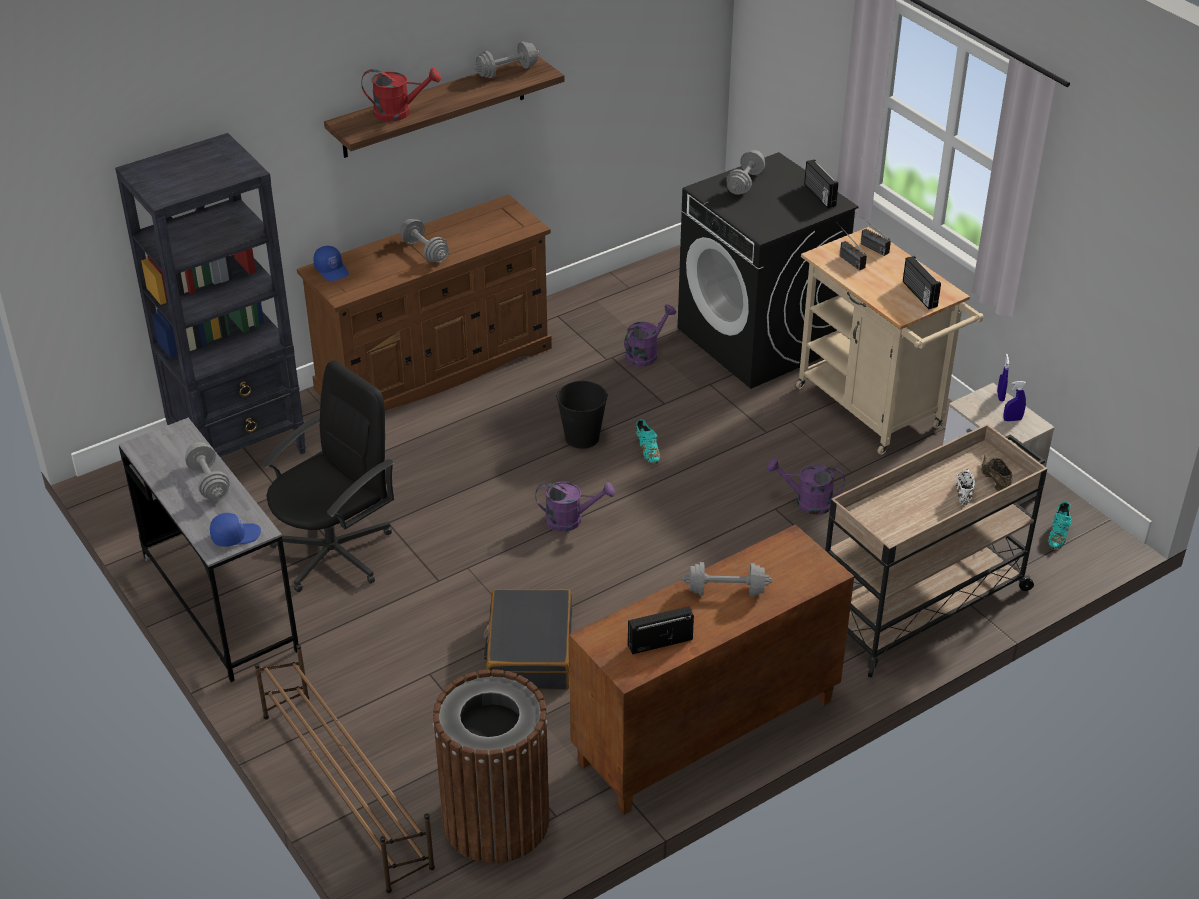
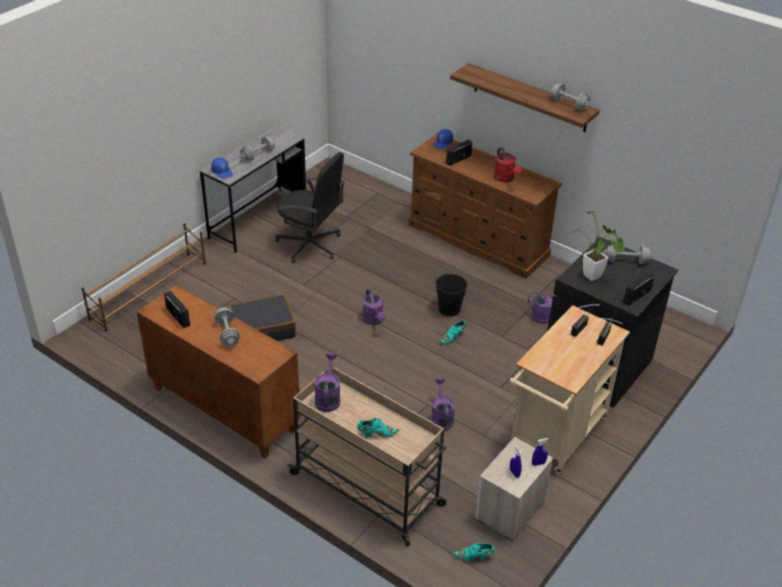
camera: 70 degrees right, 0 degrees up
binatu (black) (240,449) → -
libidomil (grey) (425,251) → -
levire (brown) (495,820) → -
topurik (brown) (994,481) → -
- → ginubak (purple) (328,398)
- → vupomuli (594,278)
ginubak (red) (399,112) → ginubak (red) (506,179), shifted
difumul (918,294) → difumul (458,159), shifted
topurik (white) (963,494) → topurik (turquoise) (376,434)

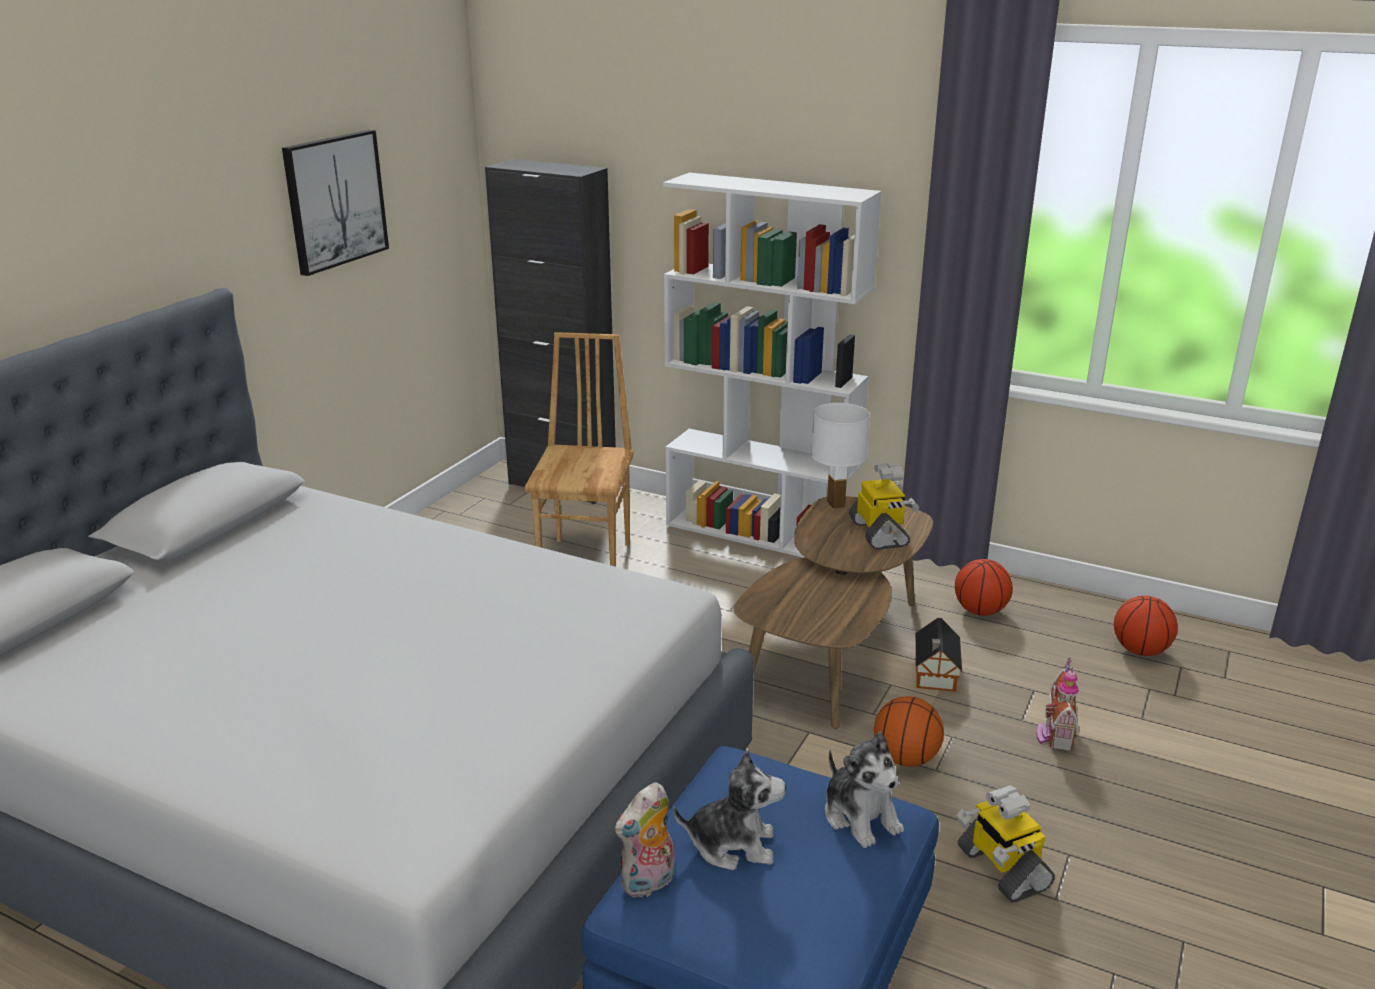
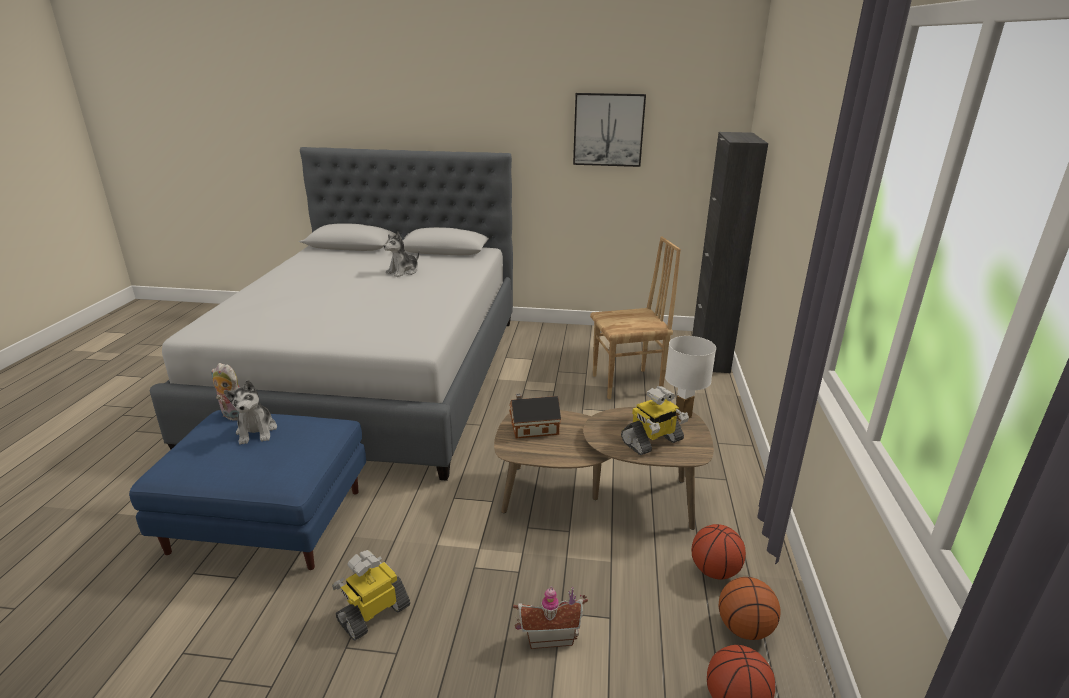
camera: 70 degrees right, 0 degrees up
binatu (white) (761,533) → -
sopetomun (860,816) → sopetomun (403,271), shifted
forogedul (905,759) → forogedul (744,628), shifted
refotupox (935,674) → refotupox (532,428), shifted

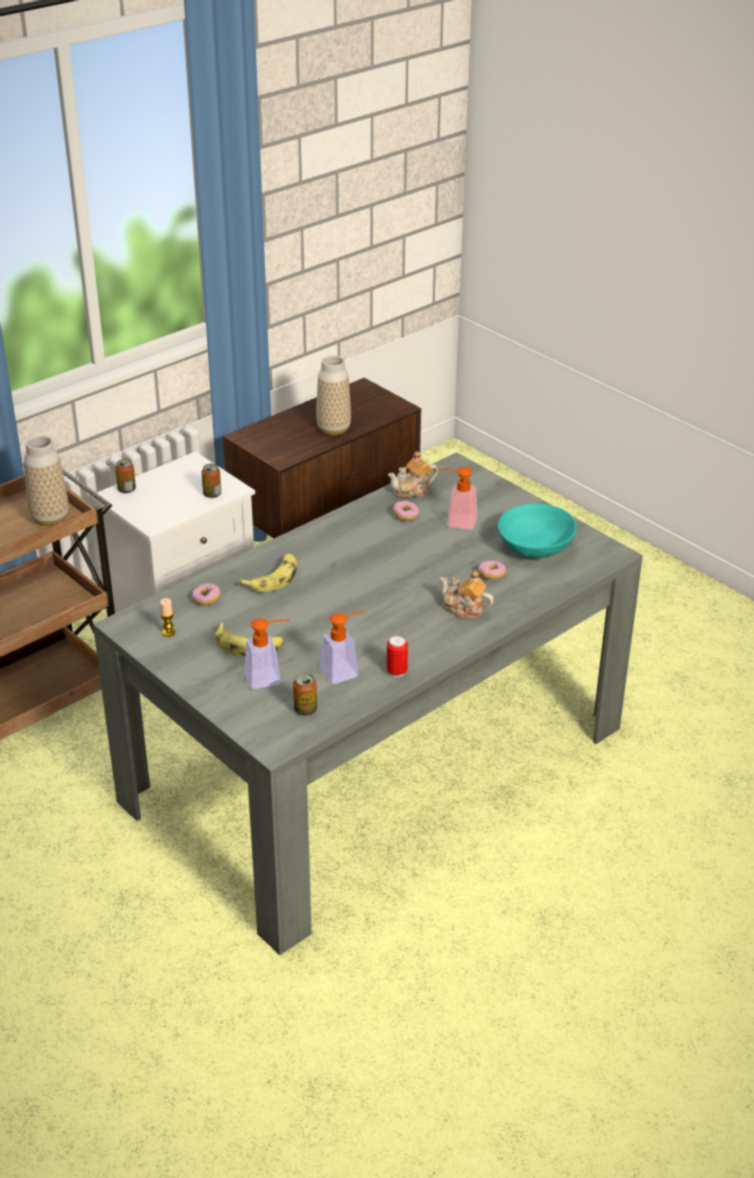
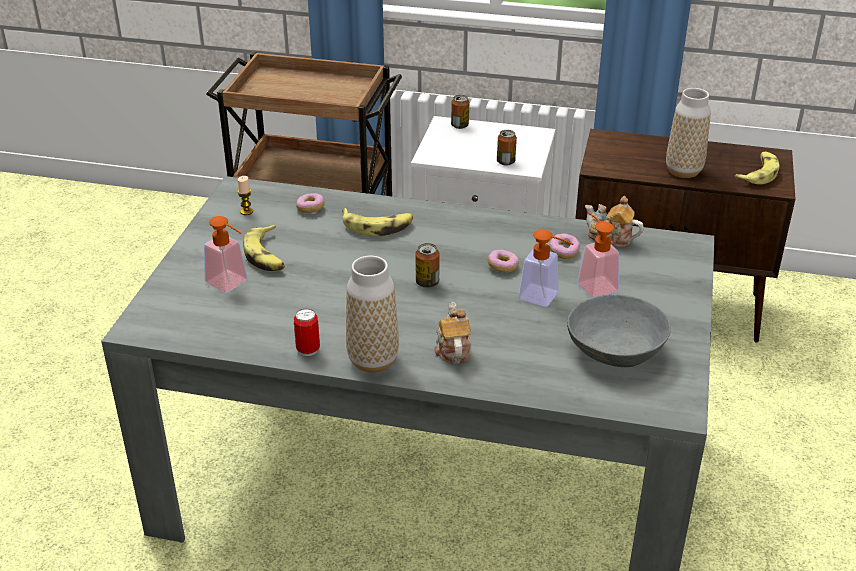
camera: 55 degrees right, 0 degrees up
- → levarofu (758,173)
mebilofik (50,518) → mebilofik (373,360), shifted
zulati (305,710) → zulati (427,282), shifted
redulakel (345,671) → redulakel (545,298), shifted
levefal (491,575) → levefal (502,267), shifted
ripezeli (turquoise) (535,547) → ripezeli (grey) (616,351)

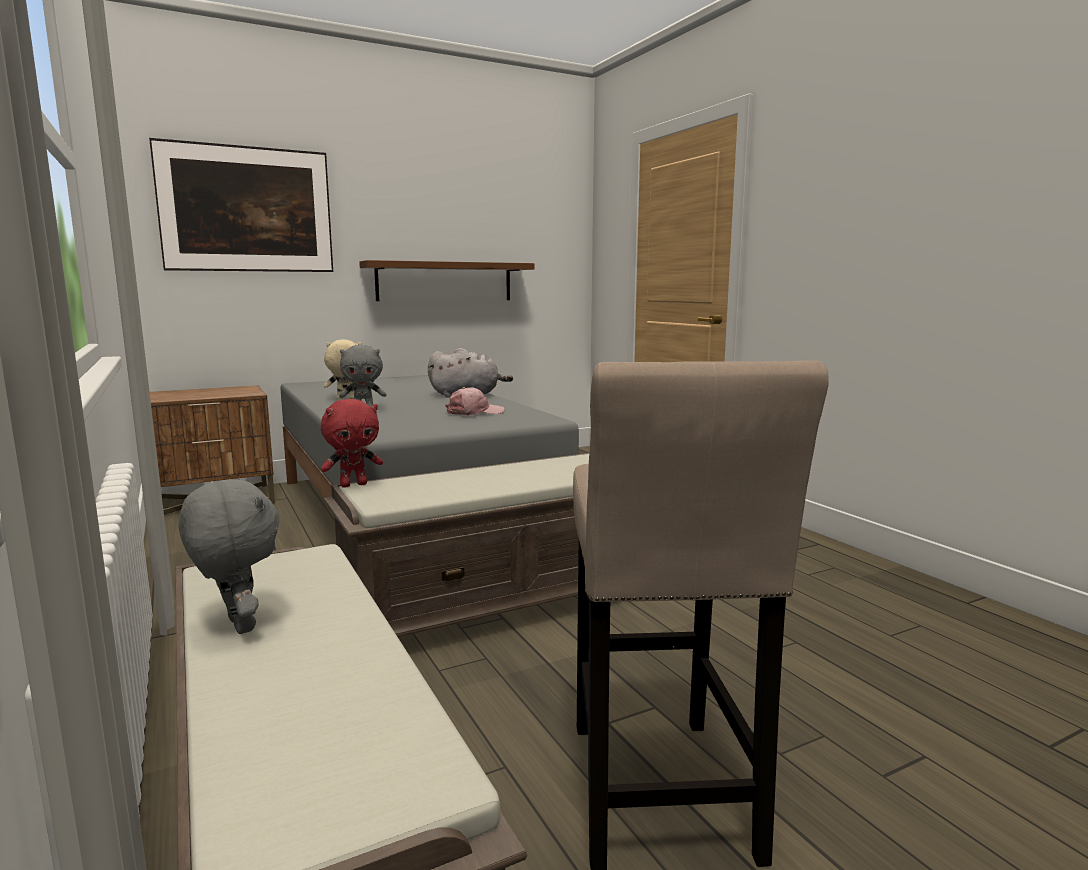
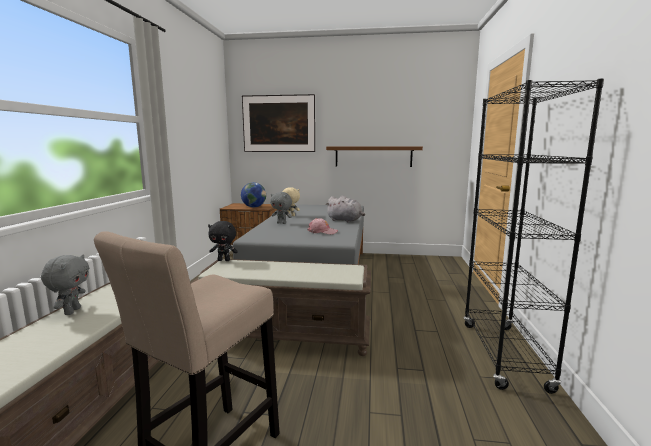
camera: 35 degrees right, 0 degrees up
- → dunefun (254,207)
- → binatu (black) (503,355)
sopetomun (red) (353,485) → sopetomun (black) (224,260)

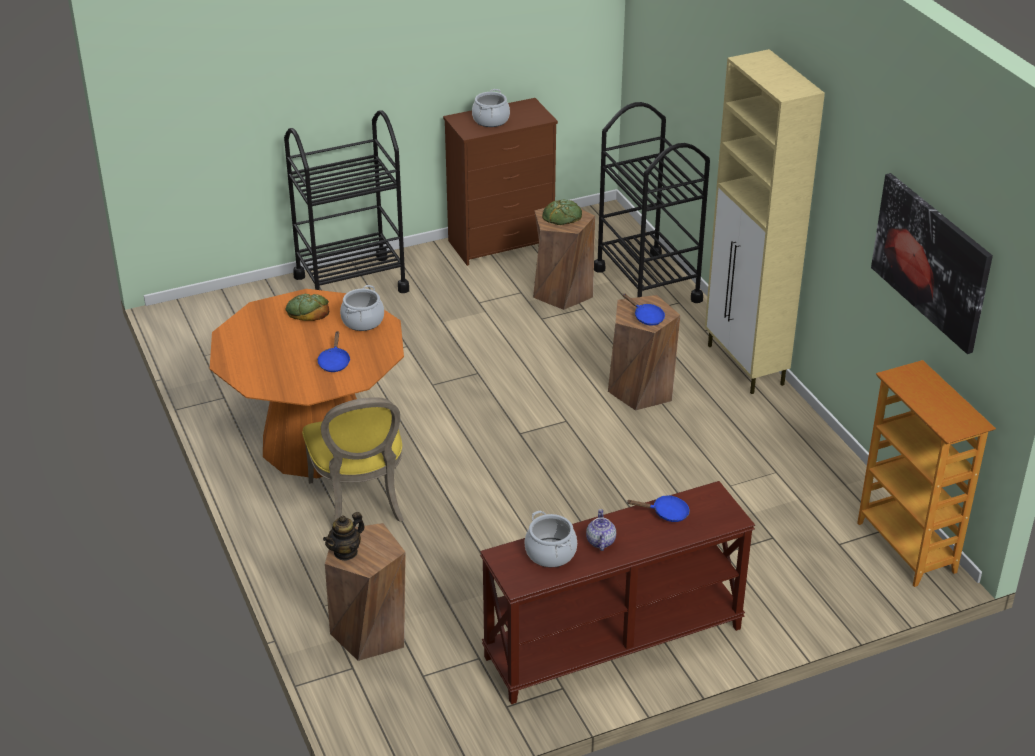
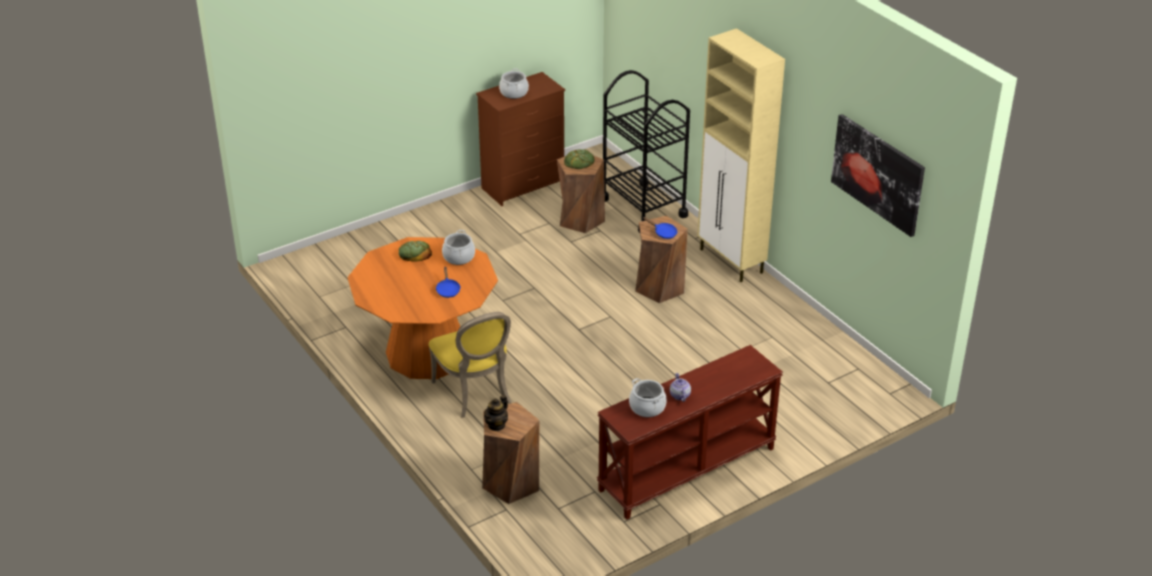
camera: 10 degrees left, 0 degrees up
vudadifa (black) (351,283) → -
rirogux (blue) (666,513) → -
binatu (907,547) → -

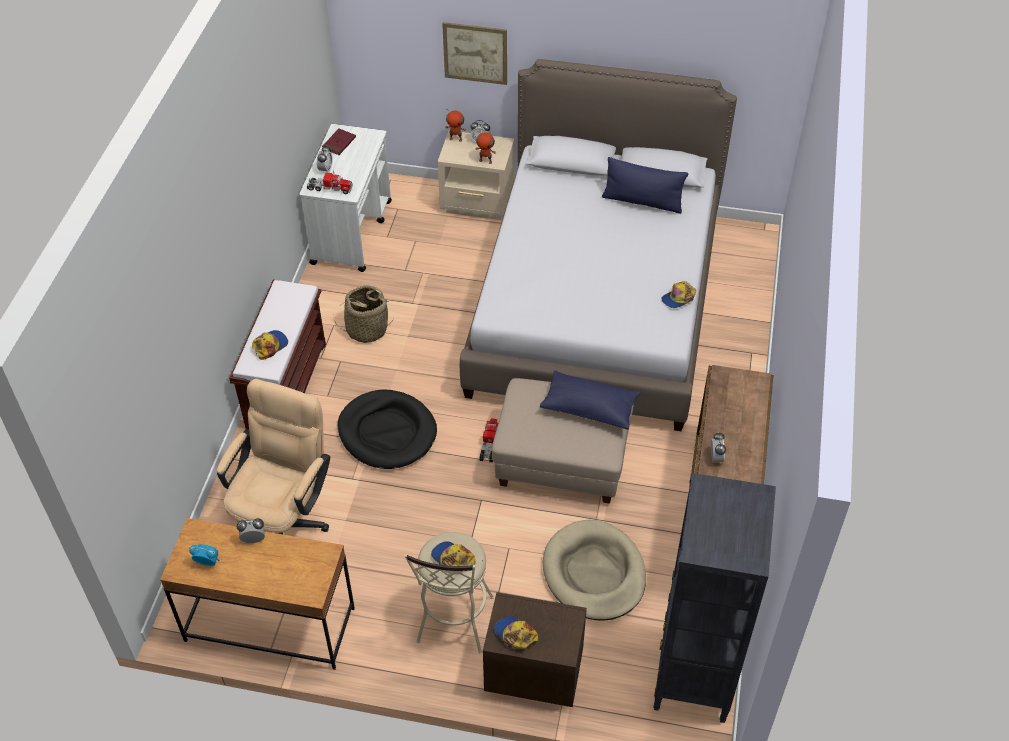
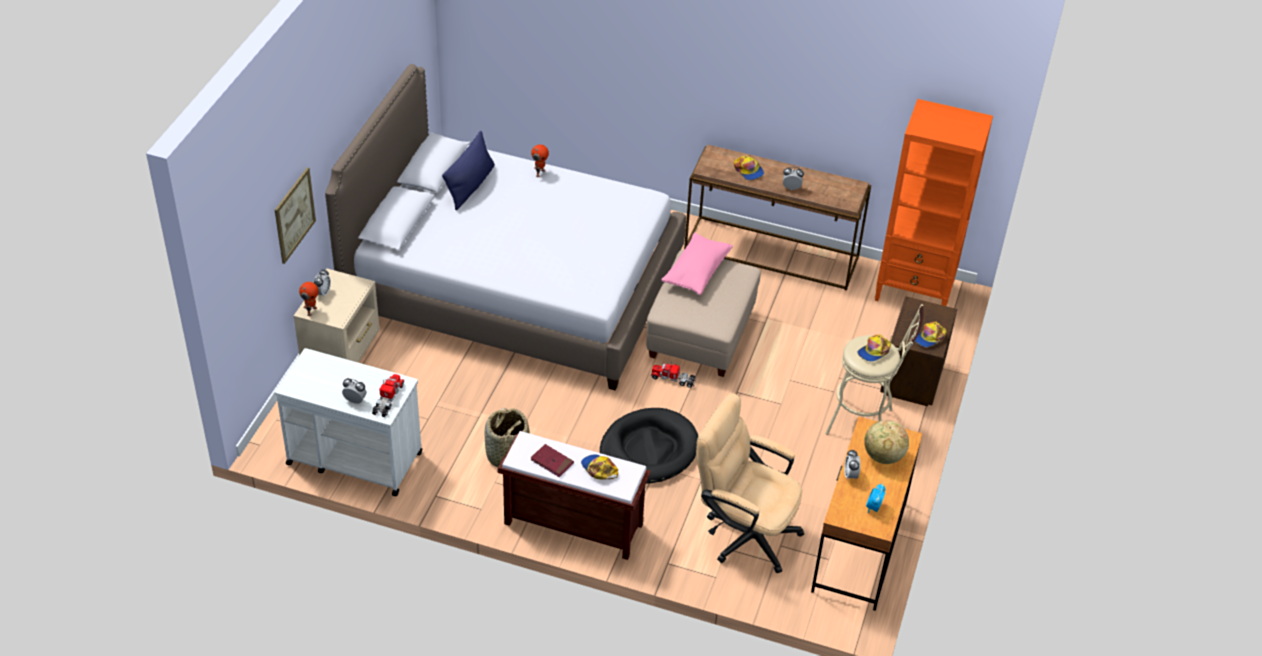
camera: 85 degrees left, 5 degrees down
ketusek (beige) (594,573) → -
- → dunefun (883,456)
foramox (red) (339,143) → foramox (red) (552,462), shifted
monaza (485,161) → monaza (539,173), shifted
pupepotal (678,298) → pupepotal (748,170), shifted
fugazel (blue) (589,408) → fugazel (pink) (696,272)
binatu (black) (693,676) → binatu (orange) (915,292)

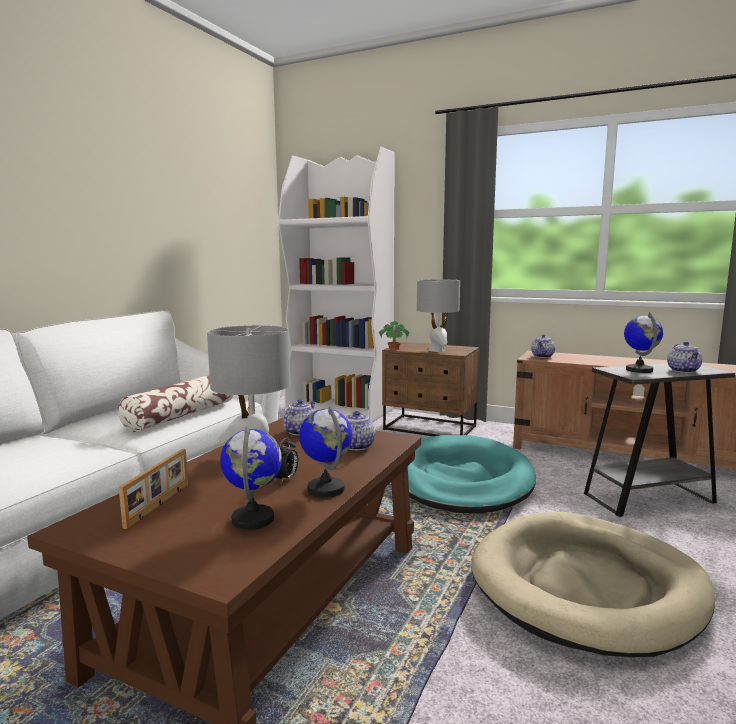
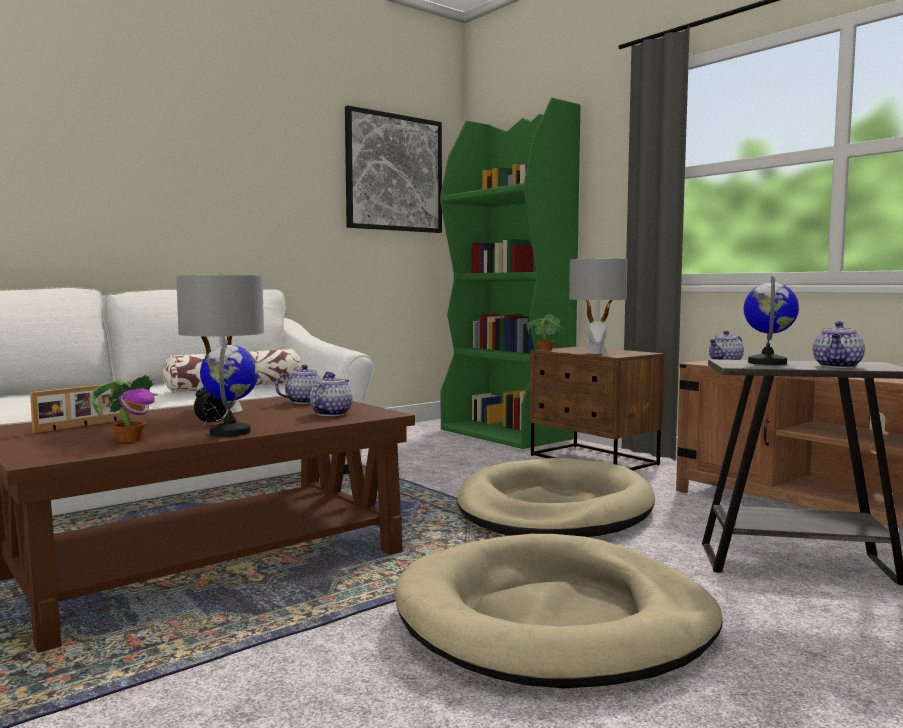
camera: 25 degrees right, 5 degrees down
- → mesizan (394,173)
dunefun (253,519) → vupomuli (130,439)
binatu (white) (340,411) → binatu (green) (506,434)
ketusek (turquoise) (461,480) → ketusek (beige) (554,509)

